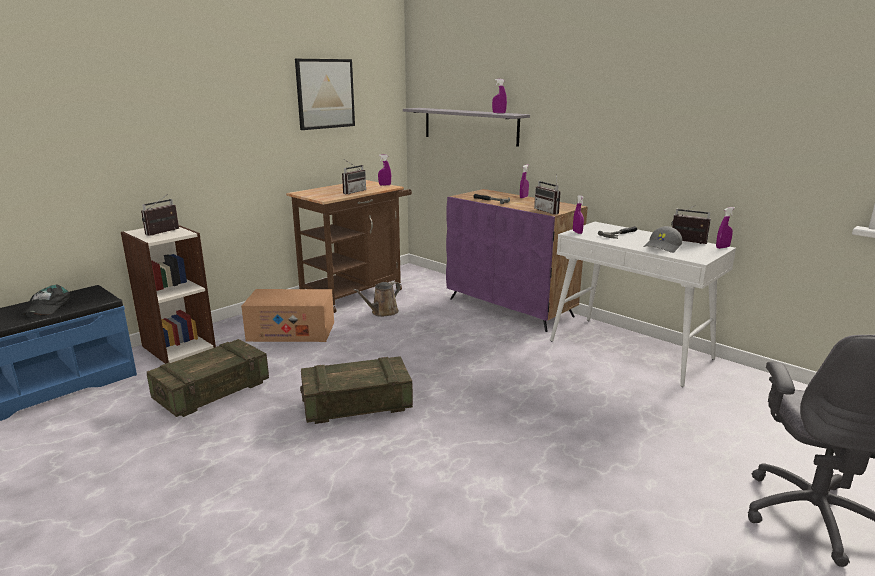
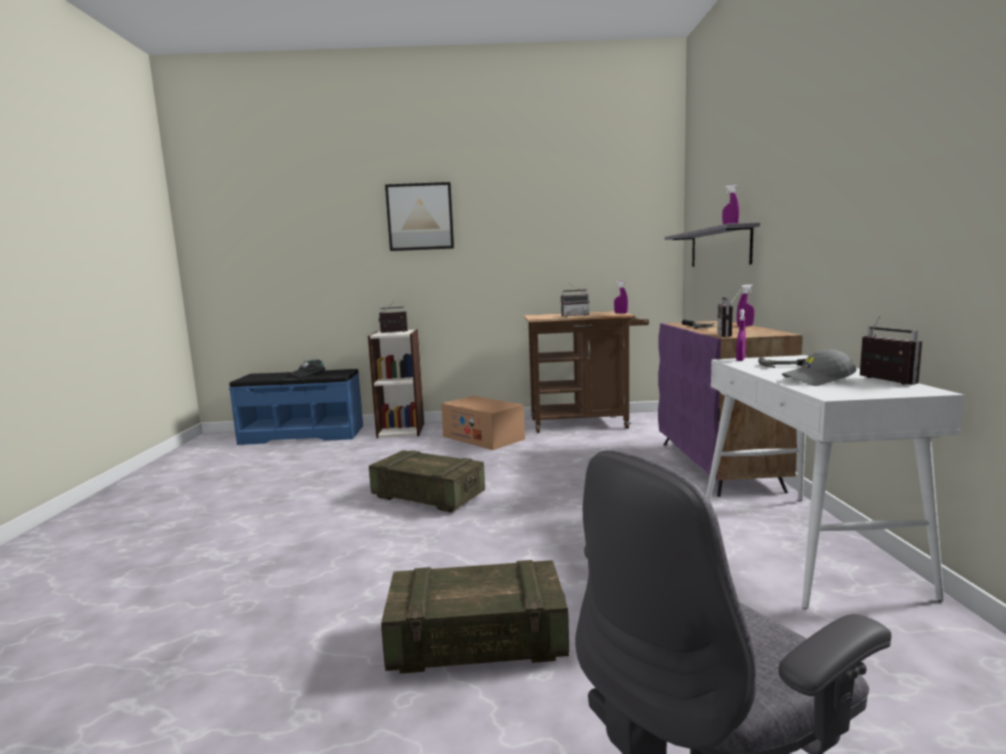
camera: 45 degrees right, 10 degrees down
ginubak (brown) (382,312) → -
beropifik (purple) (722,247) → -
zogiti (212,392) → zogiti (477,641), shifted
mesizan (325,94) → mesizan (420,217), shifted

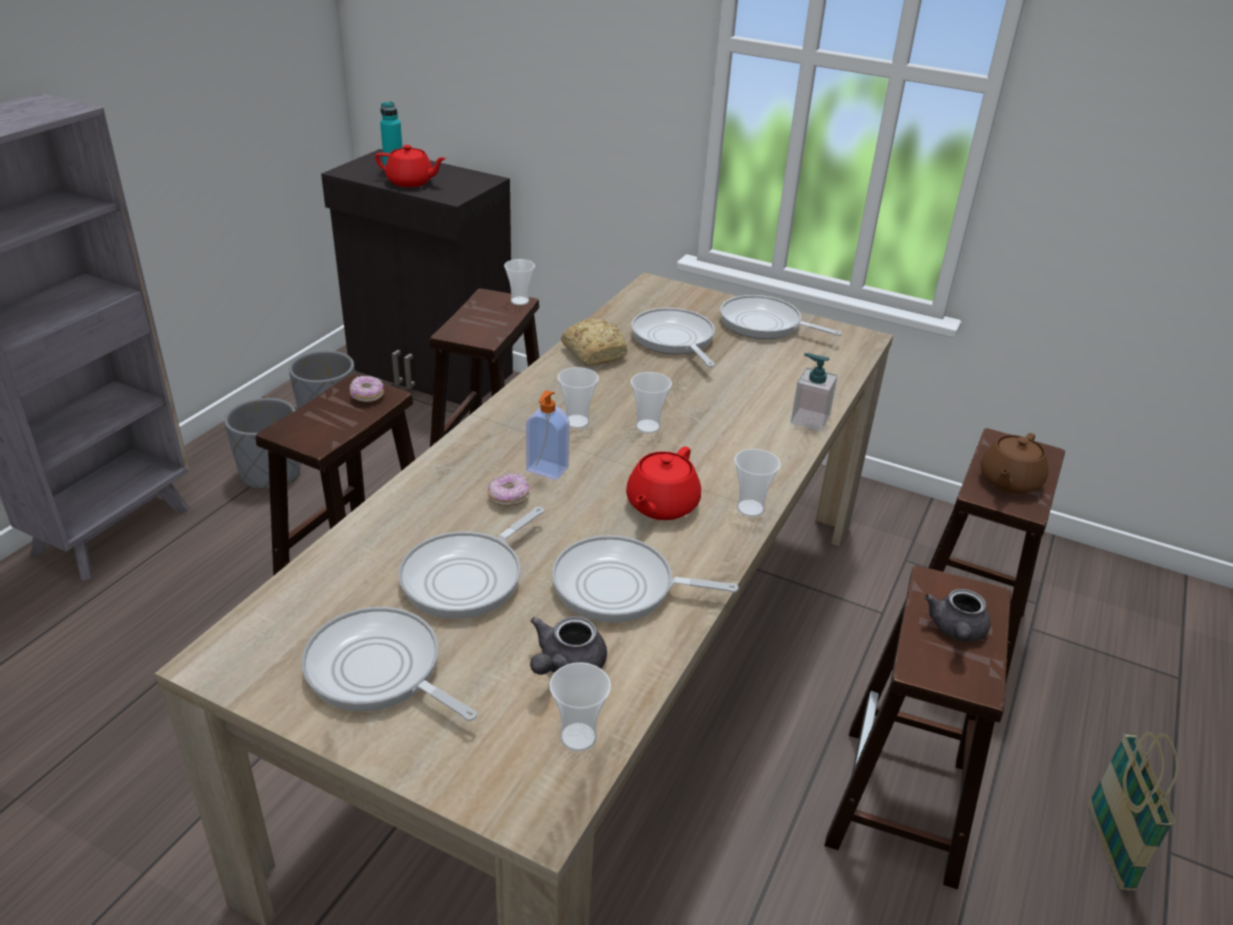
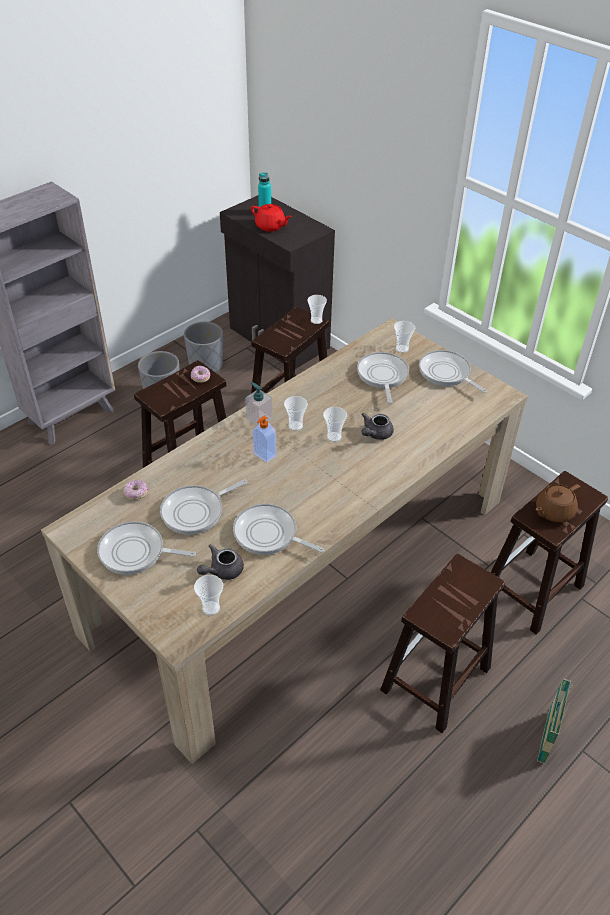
camera: 20 degrees right, 10 degrees up
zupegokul (594,352) → -
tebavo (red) (661,505) → -
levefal (509,498) → levefal (136,494), shifted
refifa (750,508) → refifa (402,349), shifted
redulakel (809,419) → redulakel (259,418), shifted
tebavo (grey) (956,631) → tebavo (grey) (375,434), shifted
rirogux (379,671) → rirogux (136,552), 45 degrees counterclockwise

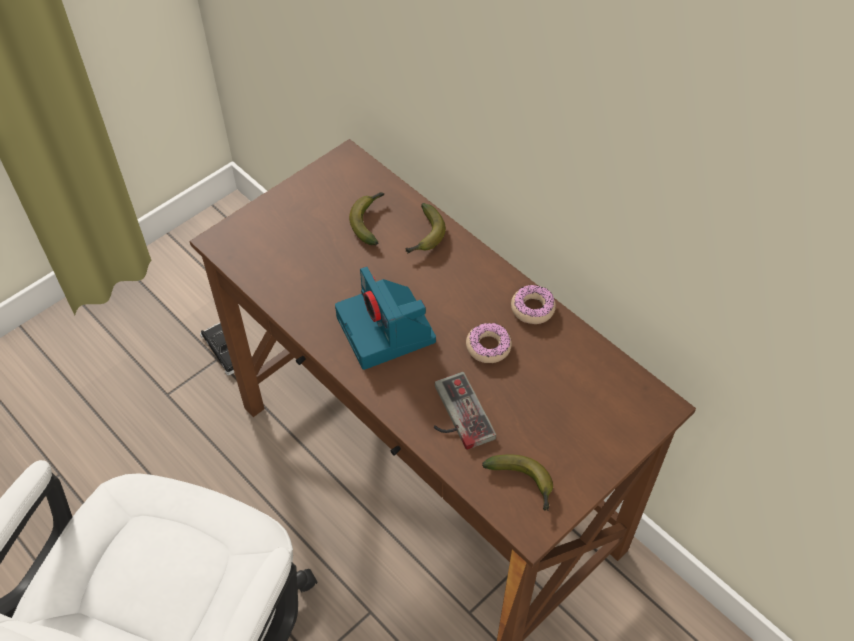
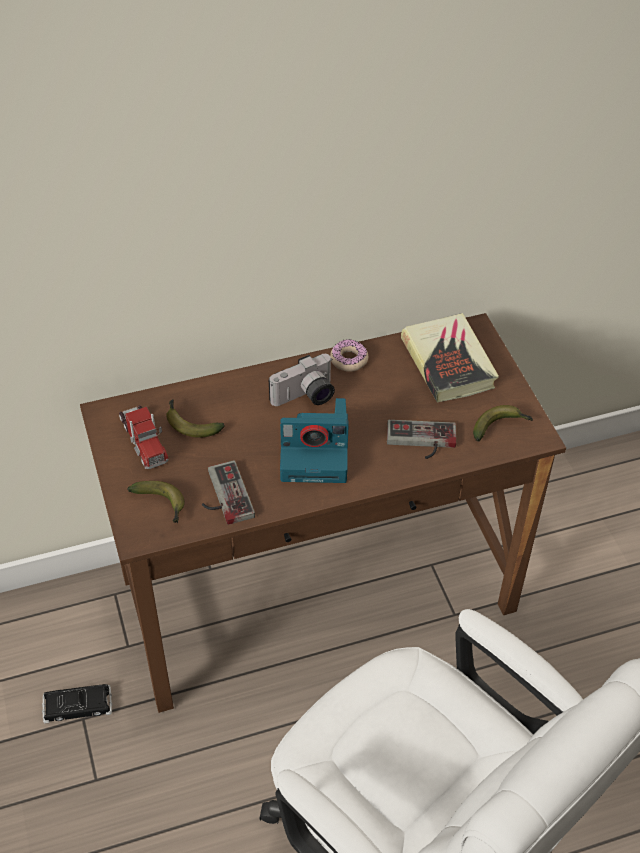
camera: 65 degrees left, 5 degrees down
levefal (488,346) → -
- → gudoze (143,440)
- → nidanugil (222,496)
- → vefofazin (305,397)
- → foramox (448,363)
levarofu (425,236) → levarofu (162,504), shifted

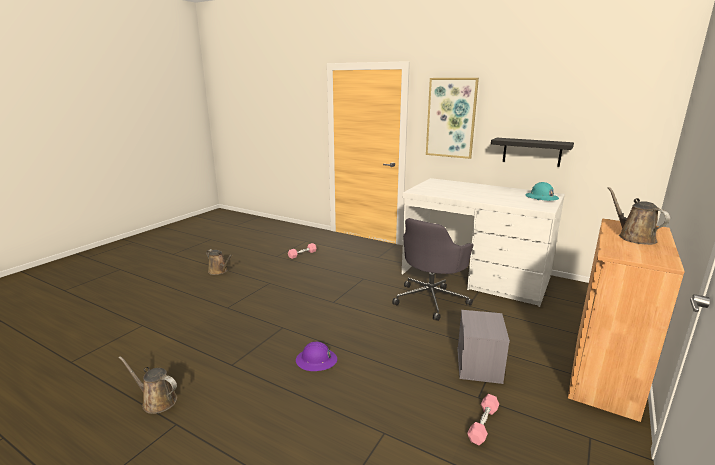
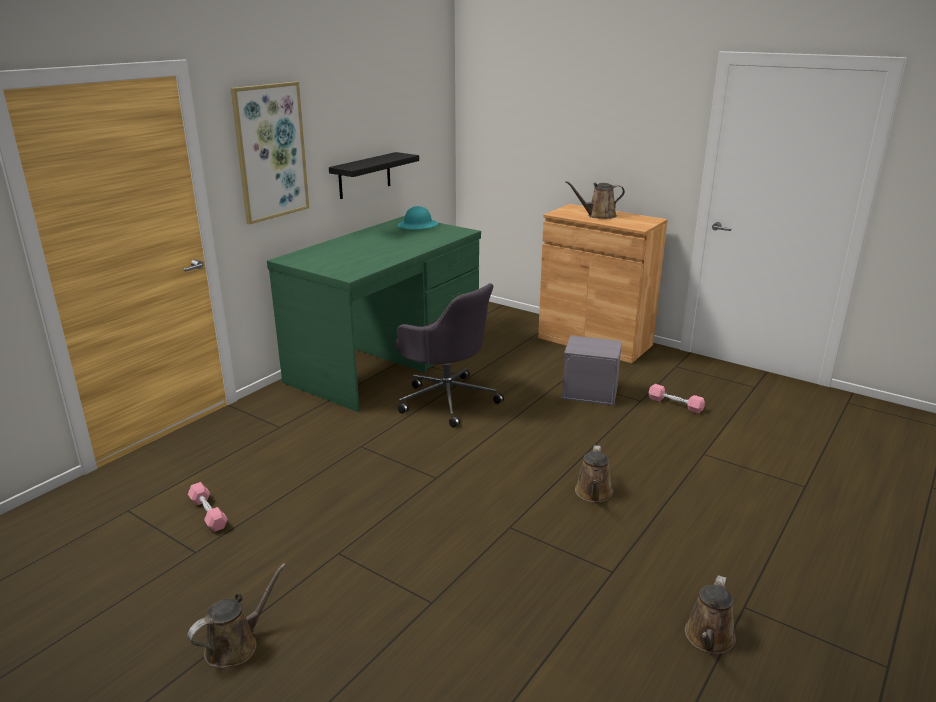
camera: 85 degrees left, 5 degrees up
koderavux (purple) (316,361) → ginubak (brown) (593,494)
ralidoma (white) (475,276) → ralidoma (green) (387,361)

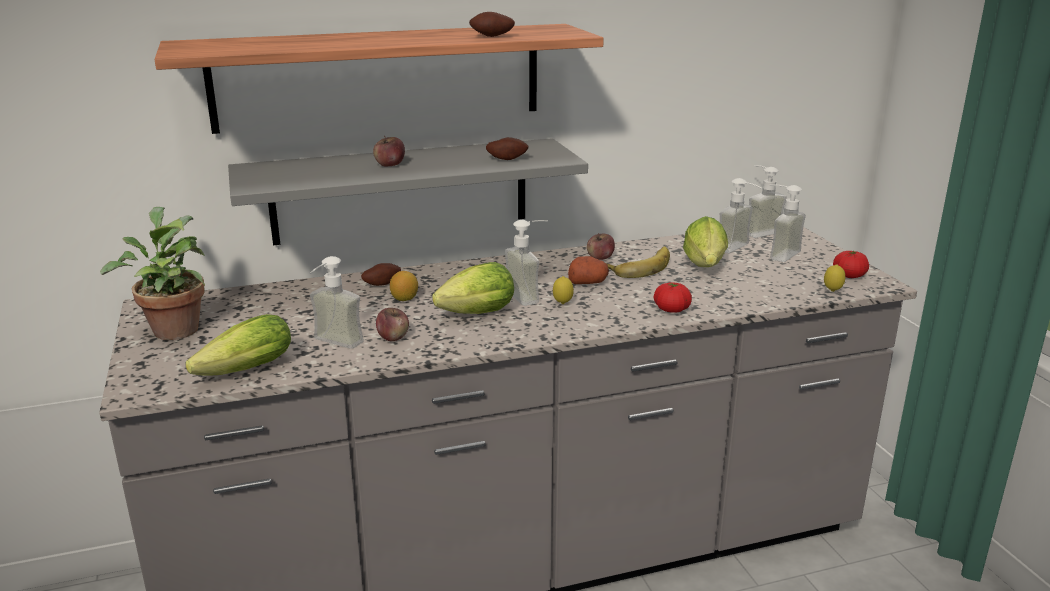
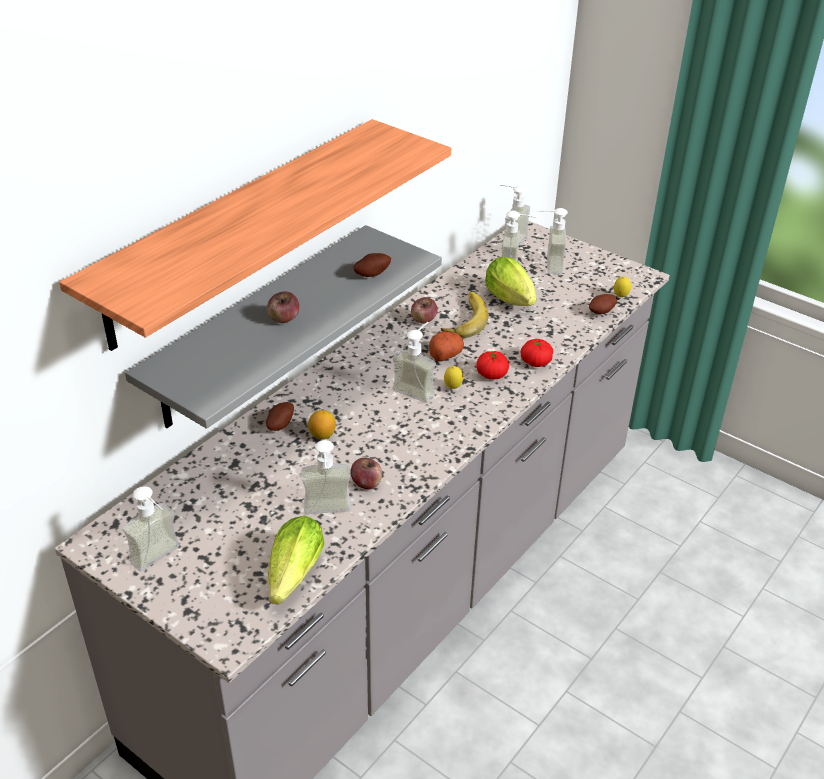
camera: 35 degrees left, 15 degrees up
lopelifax (473,315) → -
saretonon (492,37) → saretonon (602,312), shifted
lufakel (849,276) → lufakel (491,374), shifted
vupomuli (173,328) → redulakel (161,560)

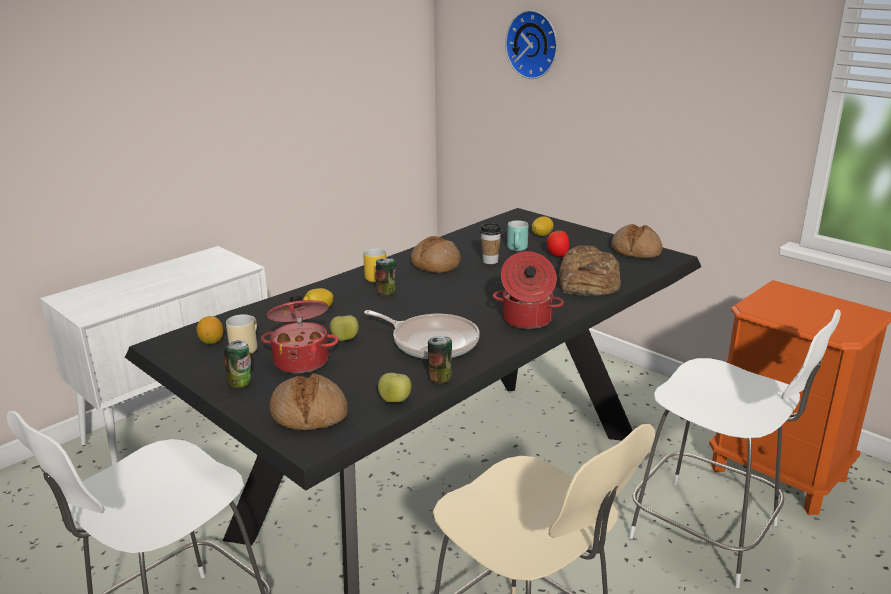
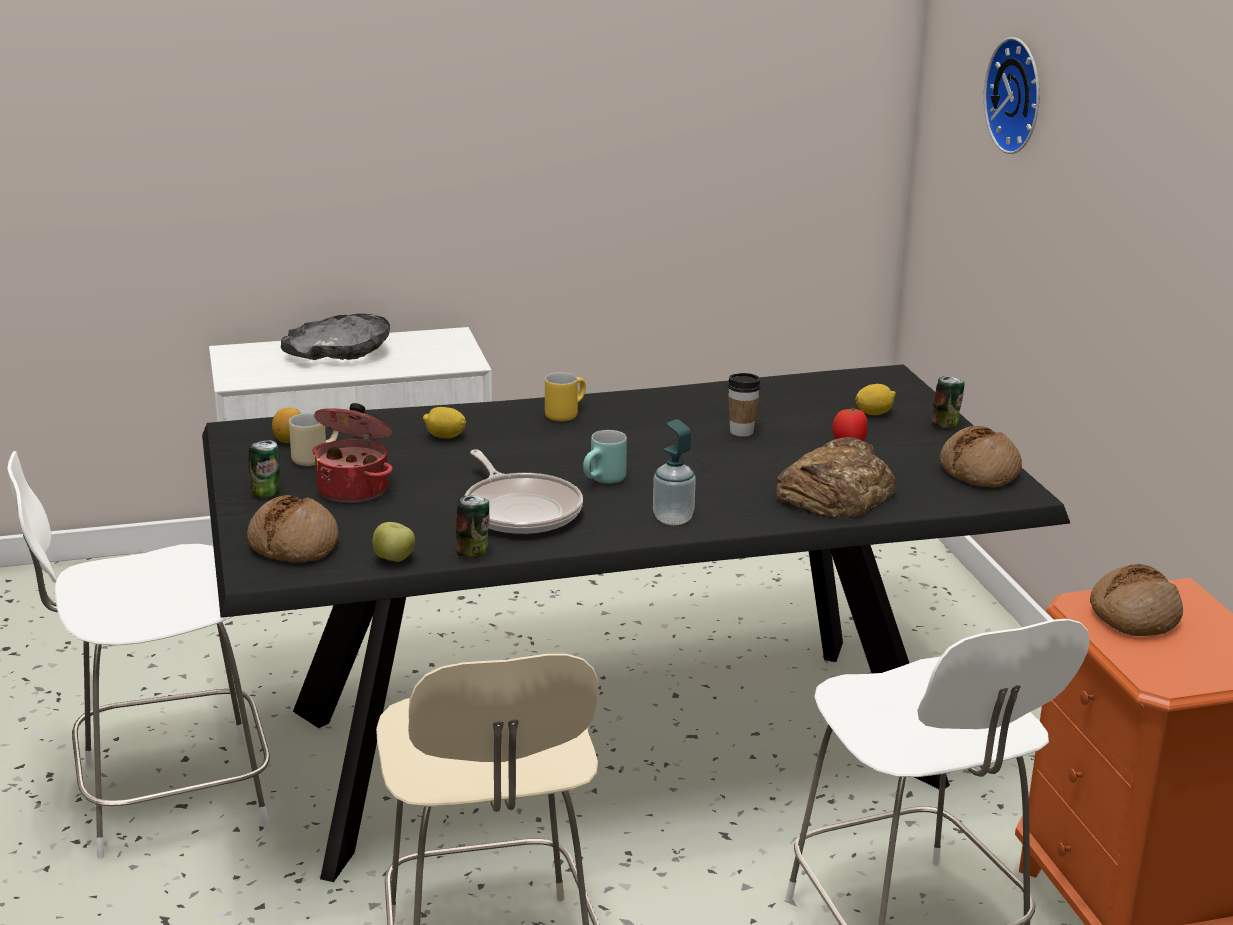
camera: 30 degrees right, 0 degrees up
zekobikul (345,340) → -
- → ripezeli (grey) (338,354)
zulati (386,292) → zulati (945,425), shifted
zupegokul (435,264) → zupegokul (1133,615), shifted
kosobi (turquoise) (518,250) → kosobi (turquoise) (605,481), shifted
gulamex (526,320) → redulakel (673,518)

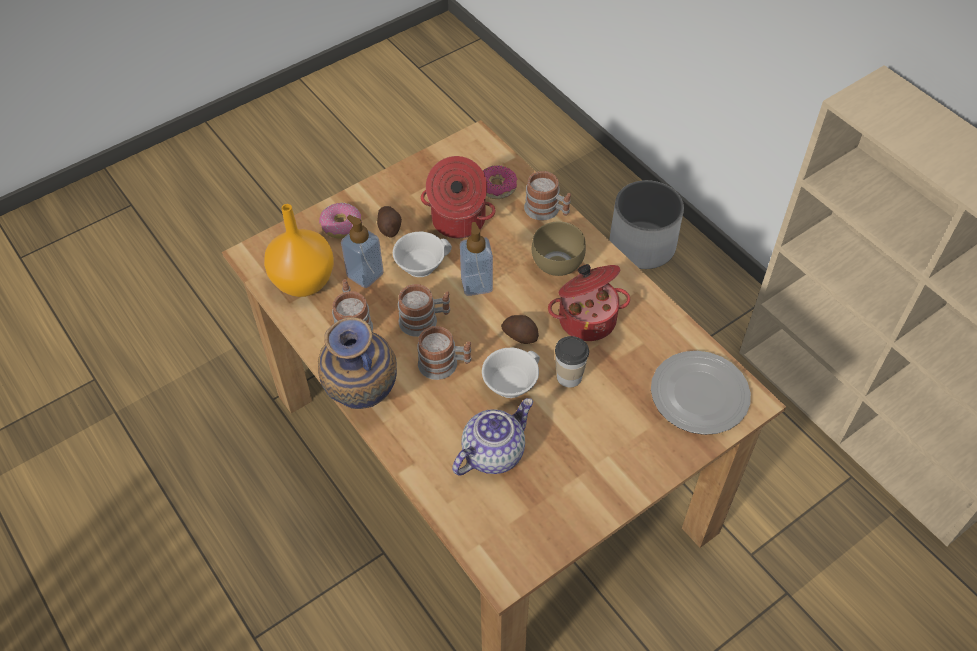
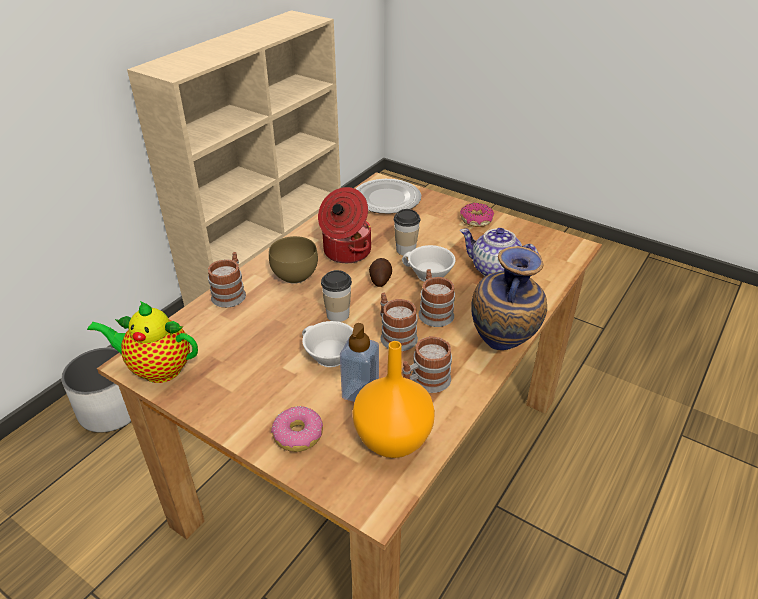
camera: 110 degrees left, 15 degrees down
saretonon (389,227) → -
gulamex (458,221) → -
- → tebavo (157,369)
levefal (497,187) → levefal (476,220), shifted
redulakel (476,284) → refifa (338,314)

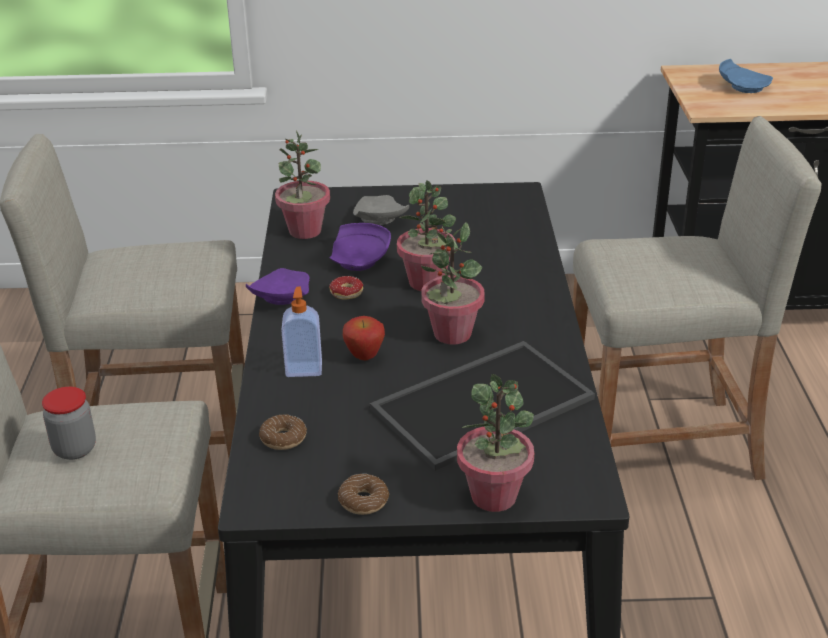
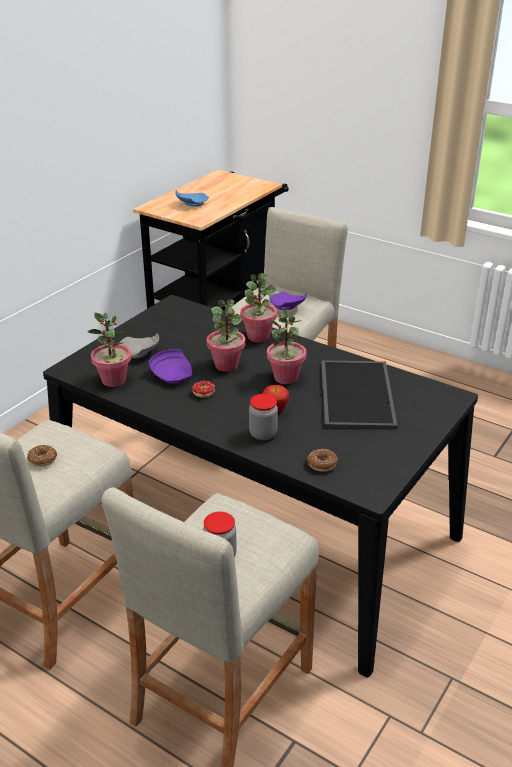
camera: 55 degrees left, 0 degrees up
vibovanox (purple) (280,298) → vibovanox (purple) (286,307), shifted
levefal (363,501) → levefal (42,460), shifted
vupomuli (494,496) → vupomuli (258,336), shifted
redulakel (304,368) → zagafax (263,434)

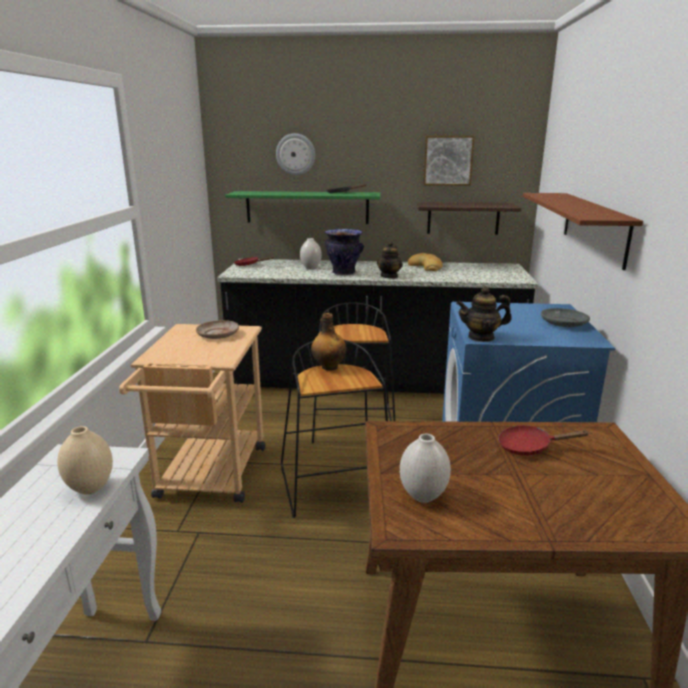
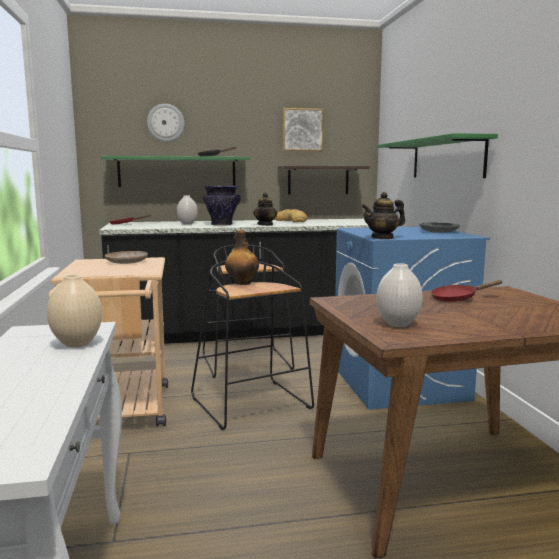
camera: 15 degrees left, 10 degrees down
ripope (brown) (594,227) → ripope (green) (446,159)

